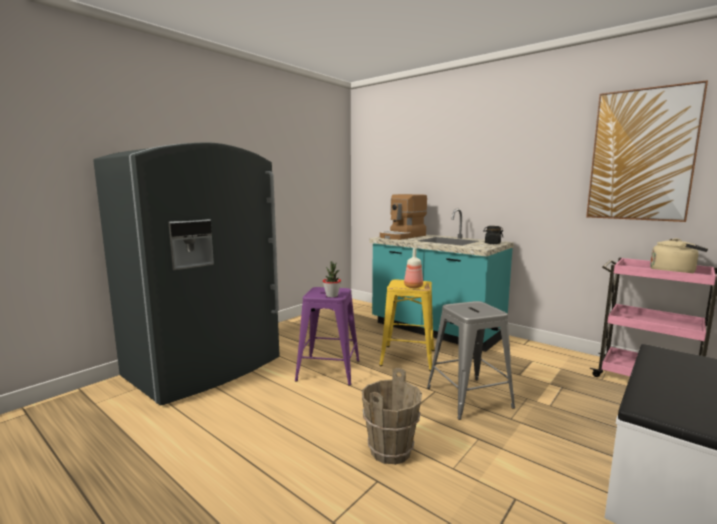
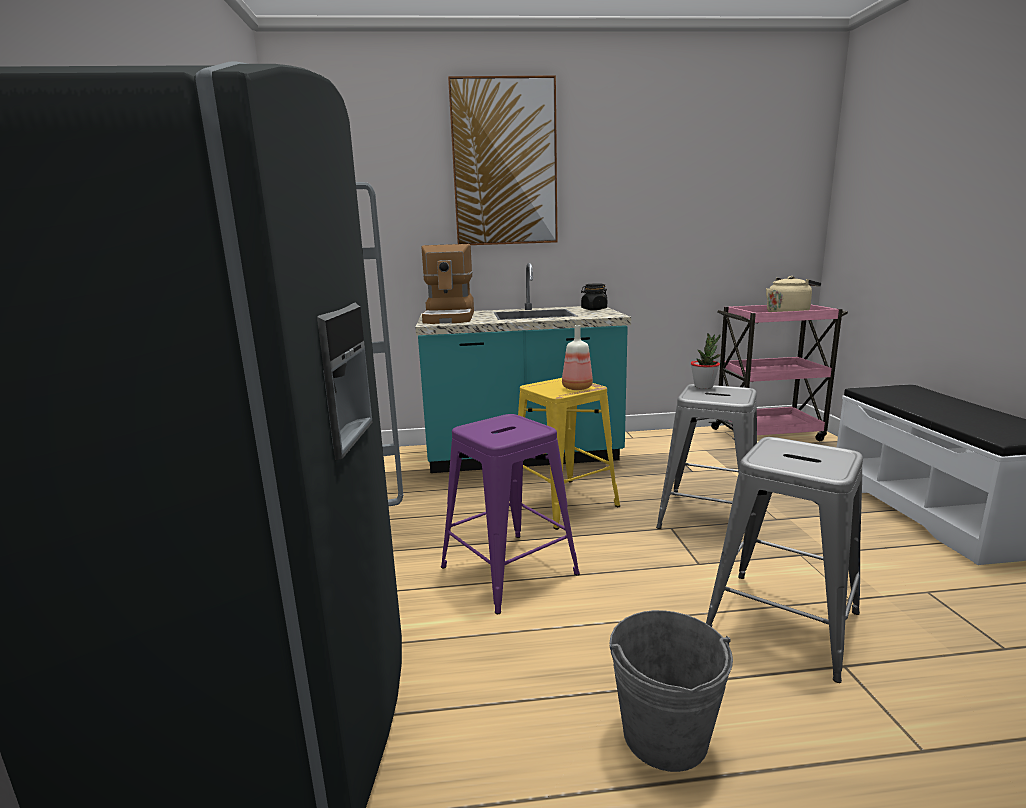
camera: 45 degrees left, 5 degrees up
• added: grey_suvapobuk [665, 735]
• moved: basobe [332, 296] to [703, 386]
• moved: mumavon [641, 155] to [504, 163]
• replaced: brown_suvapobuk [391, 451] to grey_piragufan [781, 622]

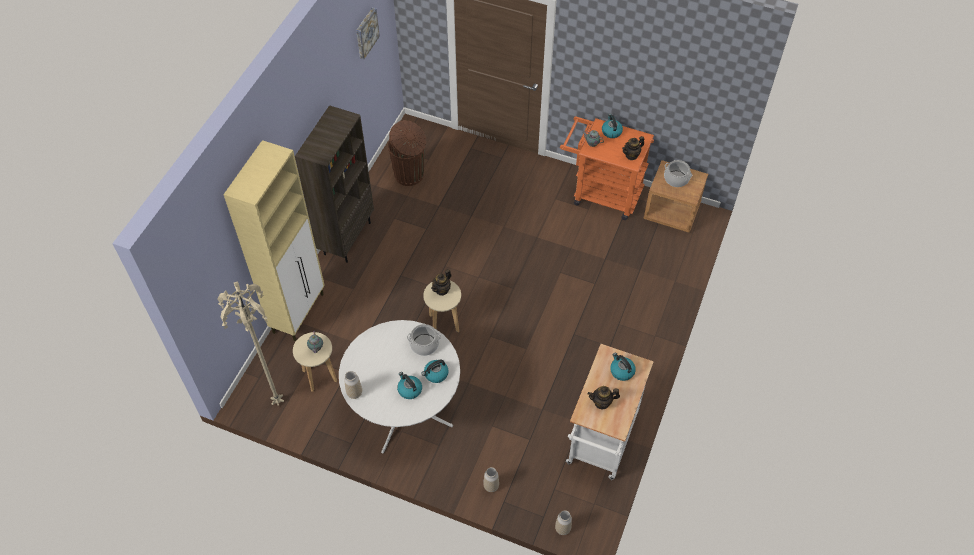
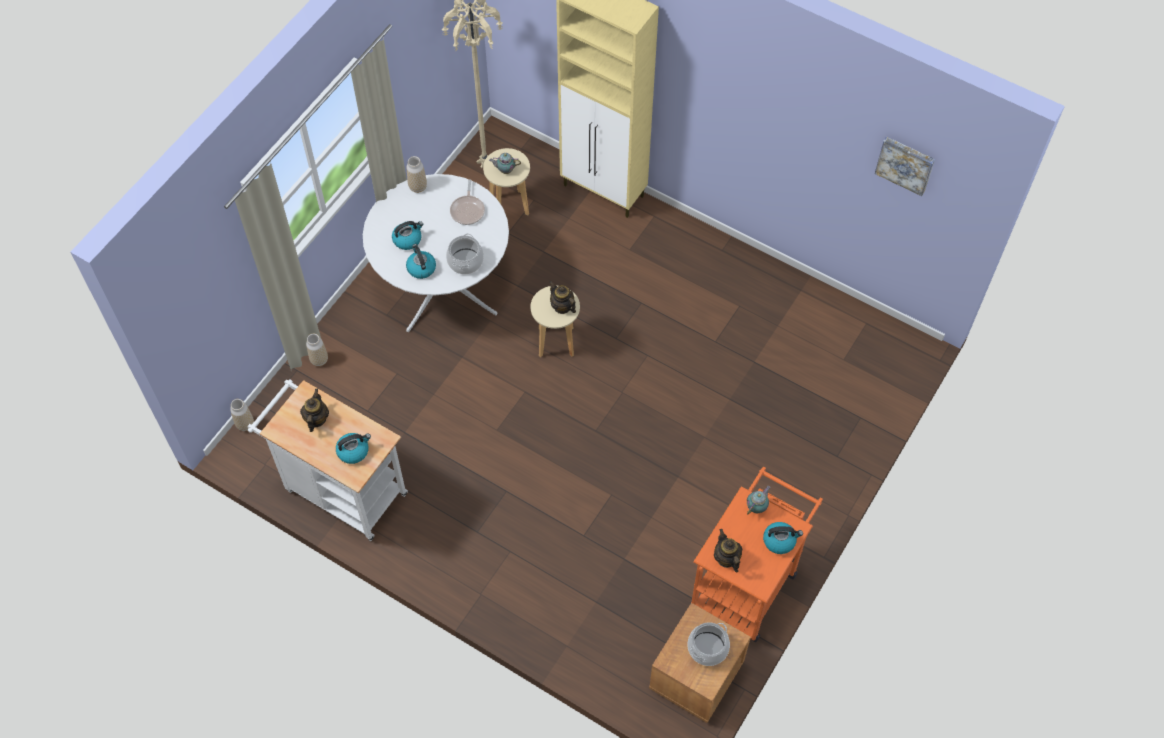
camera: 100 degrees right, 5 degrees up
• removed: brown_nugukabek [347, 238]
• removed: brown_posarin [410, 175]
• added: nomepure [468, 210]

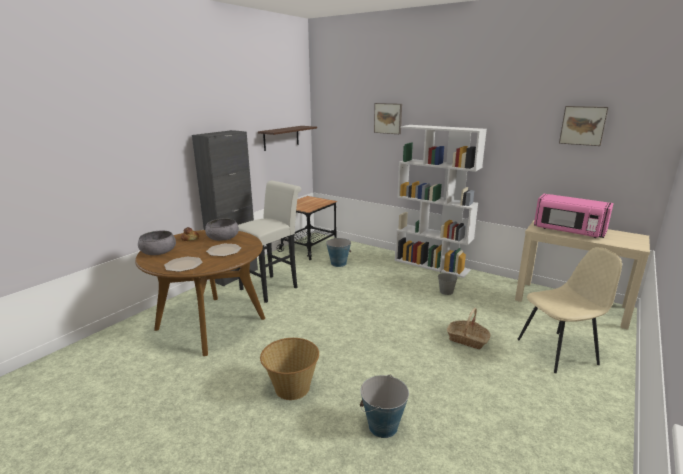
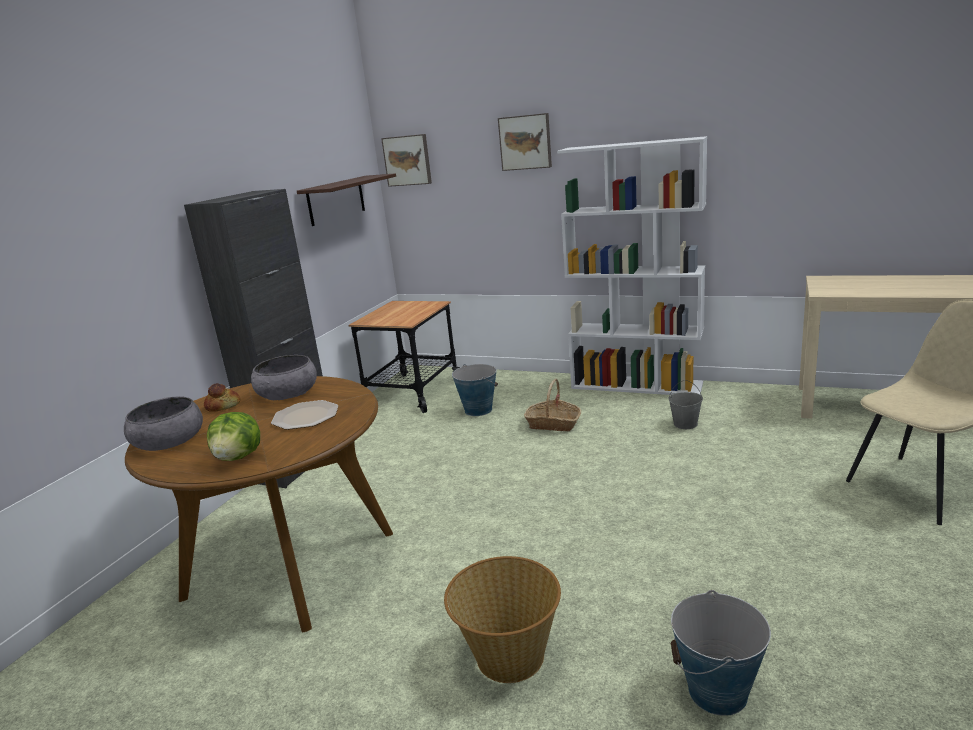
camera: 10 degrees left, 0 degrees up
• removed: white_piragufan [272, 287]
• removed: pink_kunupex [568, 231]
• moved: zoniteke [467, 339] to [553, 424]
• moved: mumavon [583, 125] to [407, 160]
• replaced: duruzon [184, 265] to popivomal [239, 457]

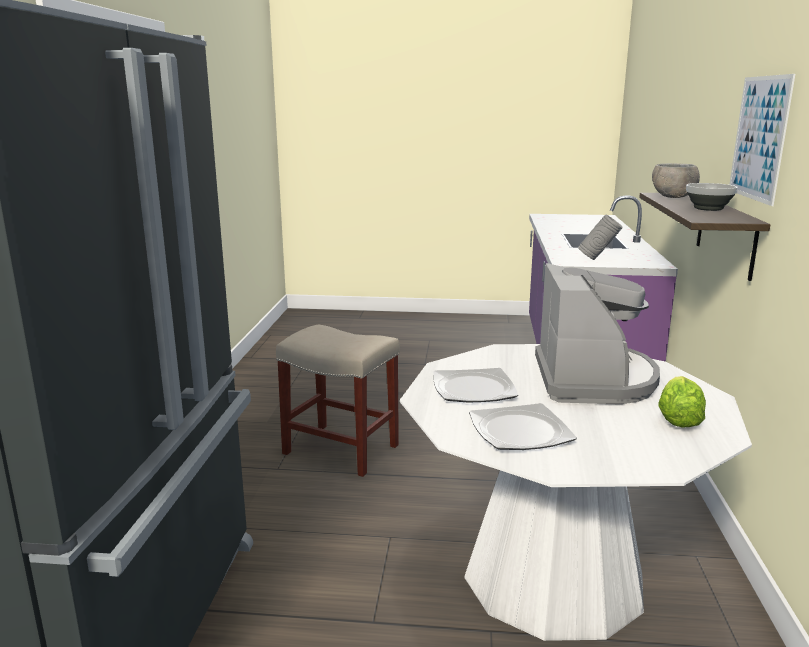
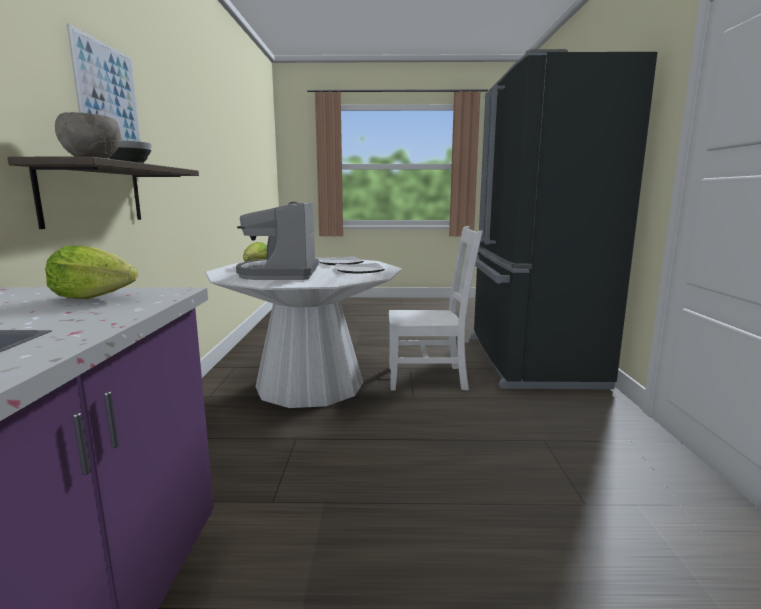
camera: 175 degrees right, 5 degrees down
• removed: beige_piragufan [342, 449]
• added: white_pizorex [430, 378]
• replaced: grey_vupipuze [598, 259] to popivomal [93, 298]

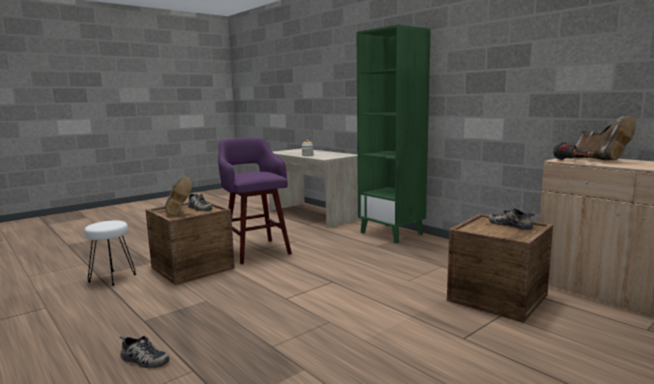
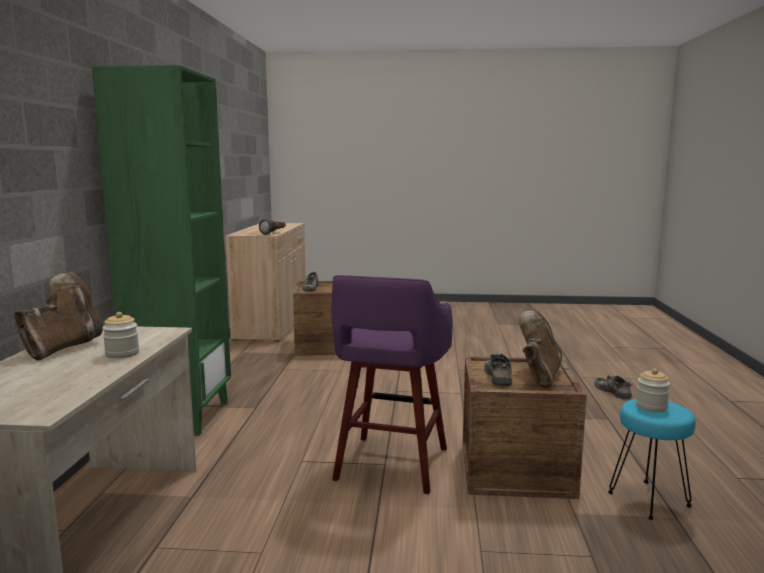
camera: 135 degrees left, 0 degrees up
• added: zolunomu [651, 407]
• moved: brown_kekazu [601, 160] to [63, 348]
• recoloured: white_piragufan [112, 278] to turquoise_piragufan [649, 500]

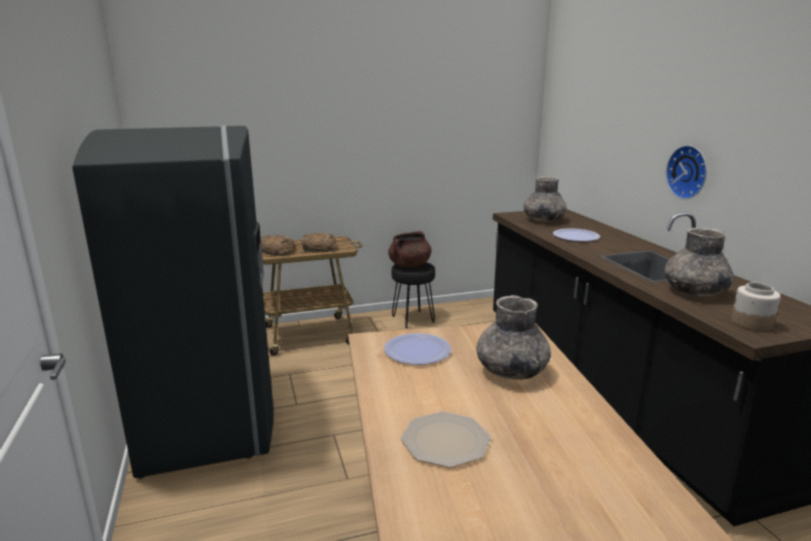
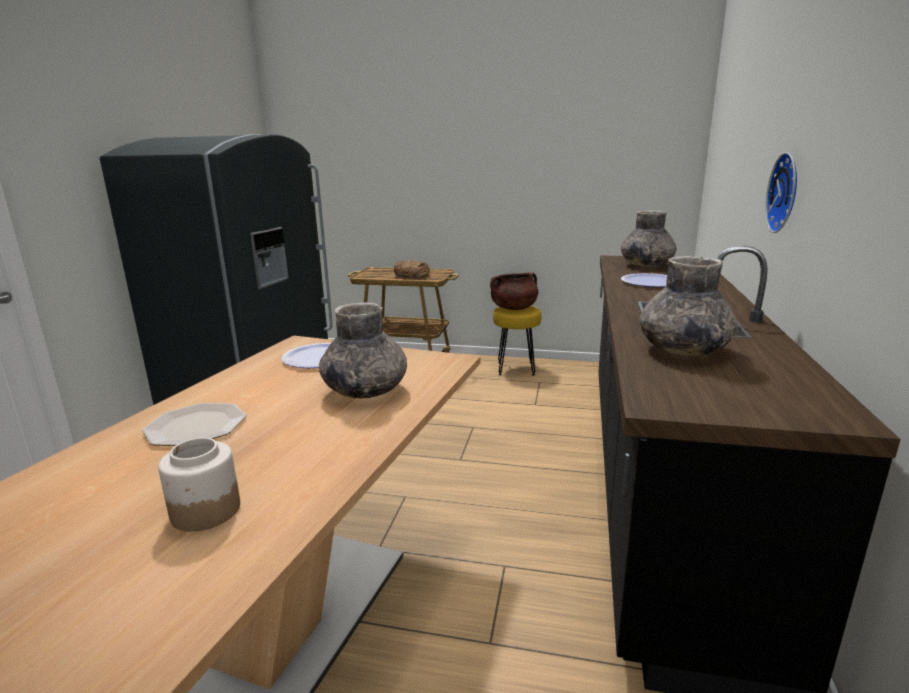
camera: 30 degrees right, 0 degrees up
• removed: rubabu [277, 250]
• moved: zolunomu [751, 324] to [205, 511]
• recoloured: black_piragufan [413, 318] to yellow_piragufan [516, 368]

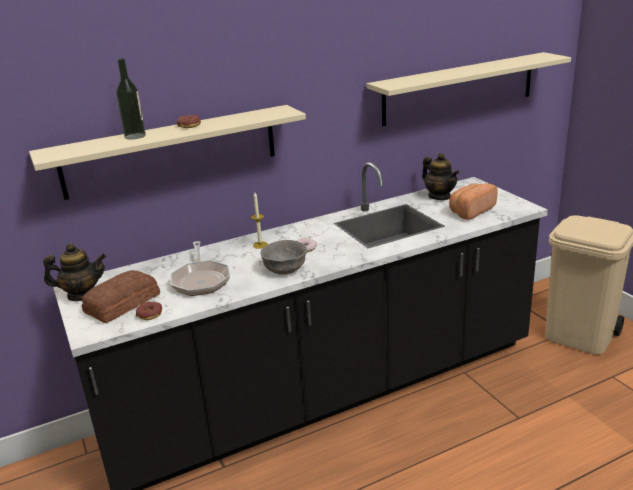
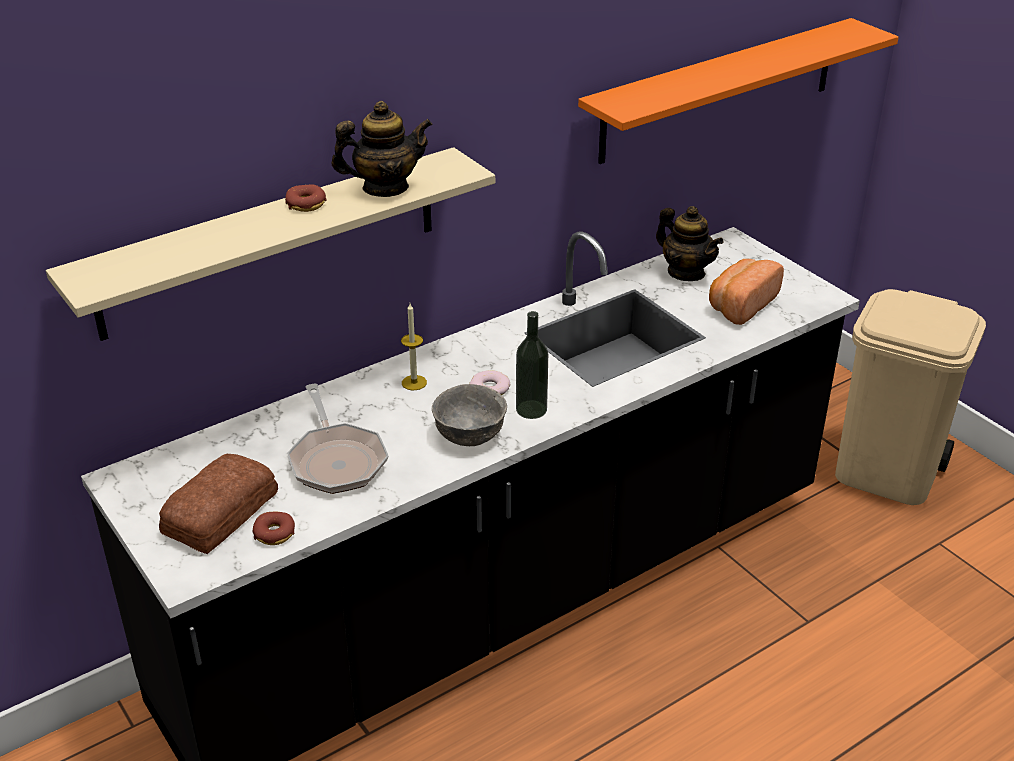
camera: 10 degrees left, 10 degrees up
• moved: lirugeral [82, 295] to [385, 188]
• moved: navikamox [135, 136] to [531, 409]
• recoloured: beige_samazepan [459, 88] to orange_samazepan [720, 90]

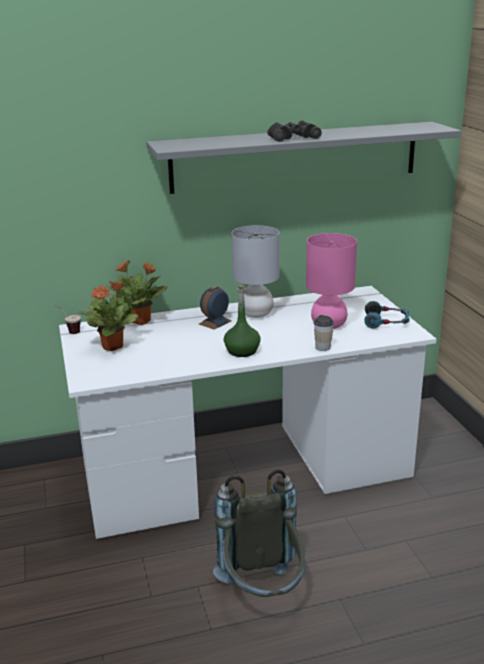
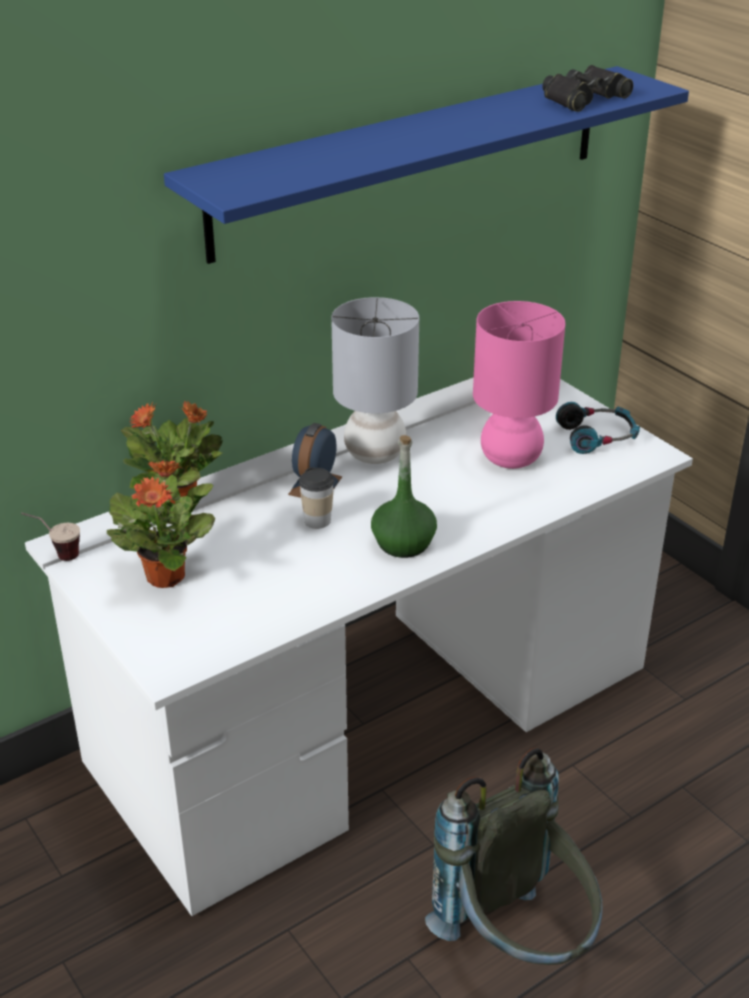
camera: 20 degrees left, 10 degrees up
• moved: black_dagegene [292, 138] to [583, 98]
• moved: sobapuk [323, 347] to [317, 521]
• recoloured: grey_samazepan [296, 157] to blue_samazepan [412, 160]

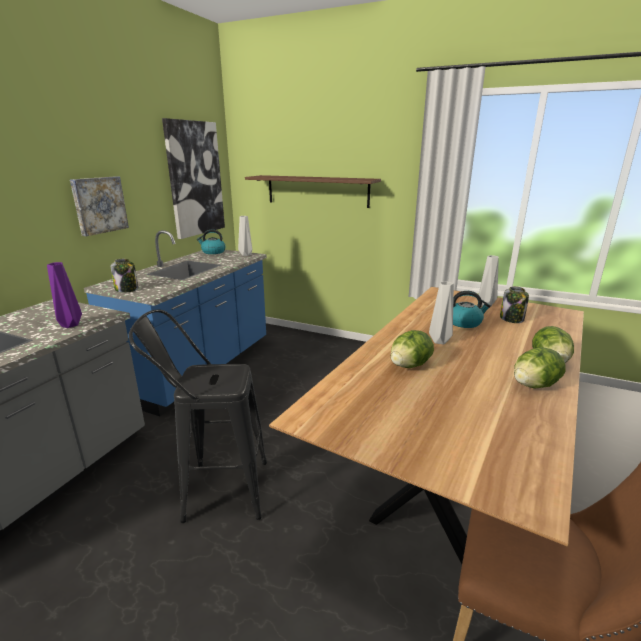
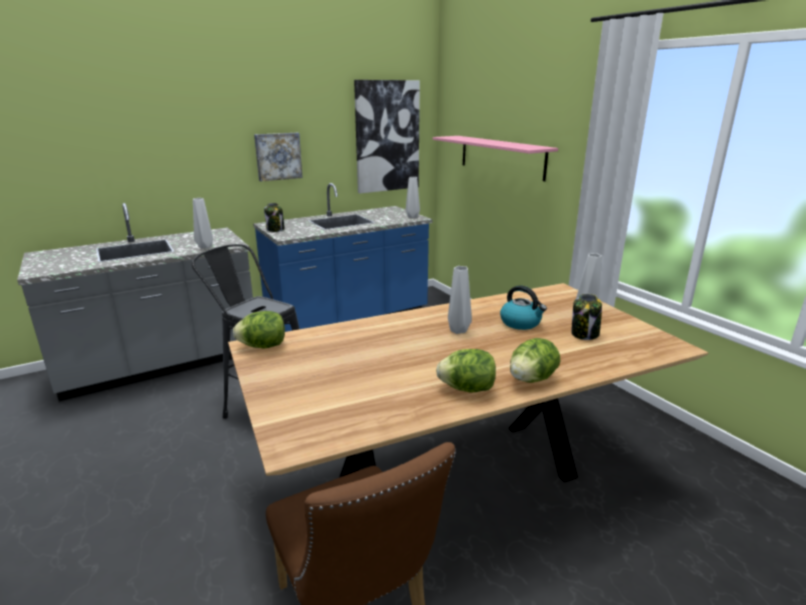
camera: 35 degrees right, 0 degrees up
• removed: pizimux [213, 252]
• moved: popivomal [409, 365] to [263, 346]
• recoloured: purple_vupipuze [70, 324] to grey_vupipuze [205, 246]
• recoloured: brown_samazepan [317, 191] to pink_samazepan [501, 156]

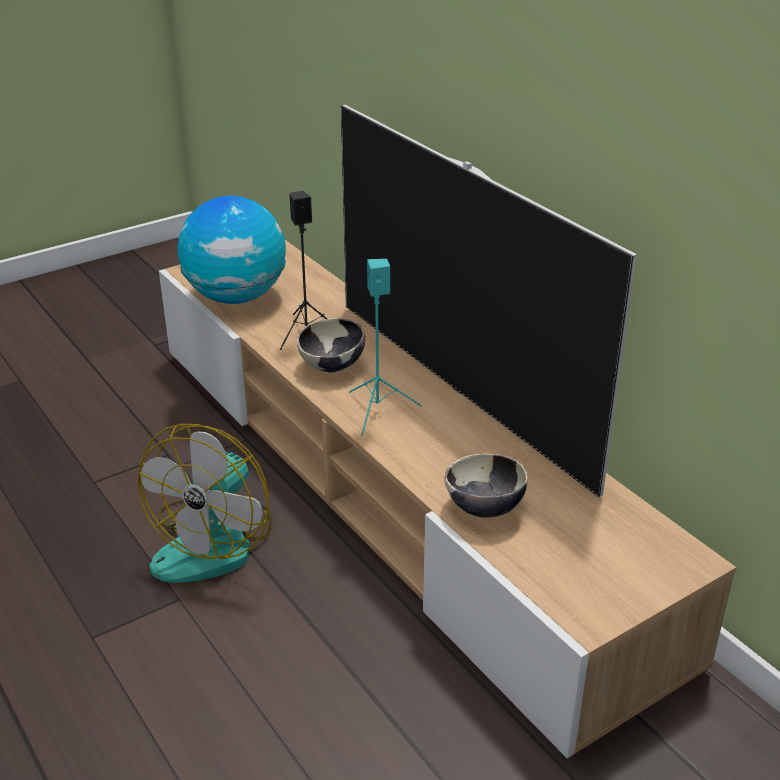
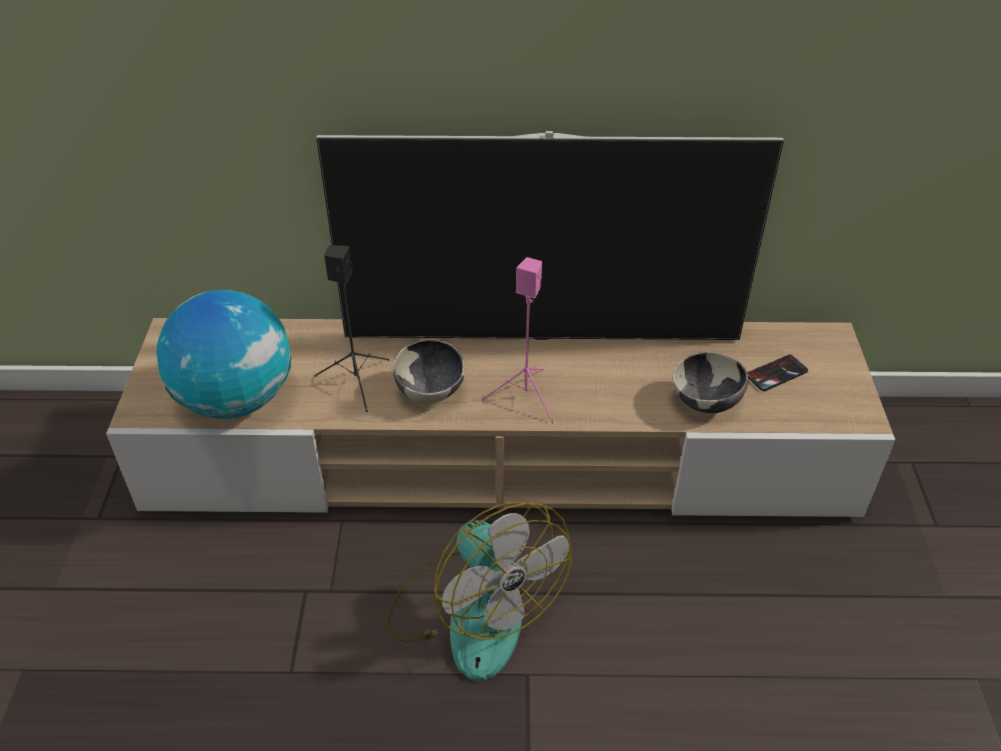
camera: 55 degrees left, 10 degrees up
• added: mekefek [776, 373]
• recoloured: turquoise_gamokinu [377, 411] to pink_gamokinu [527, 397]

